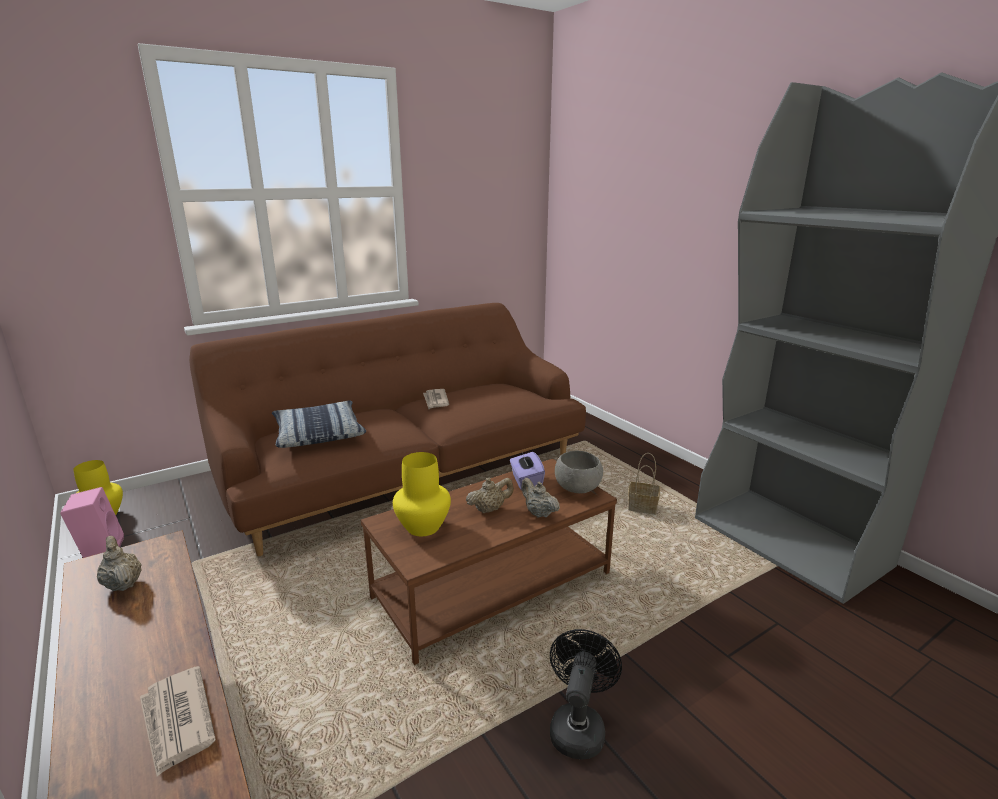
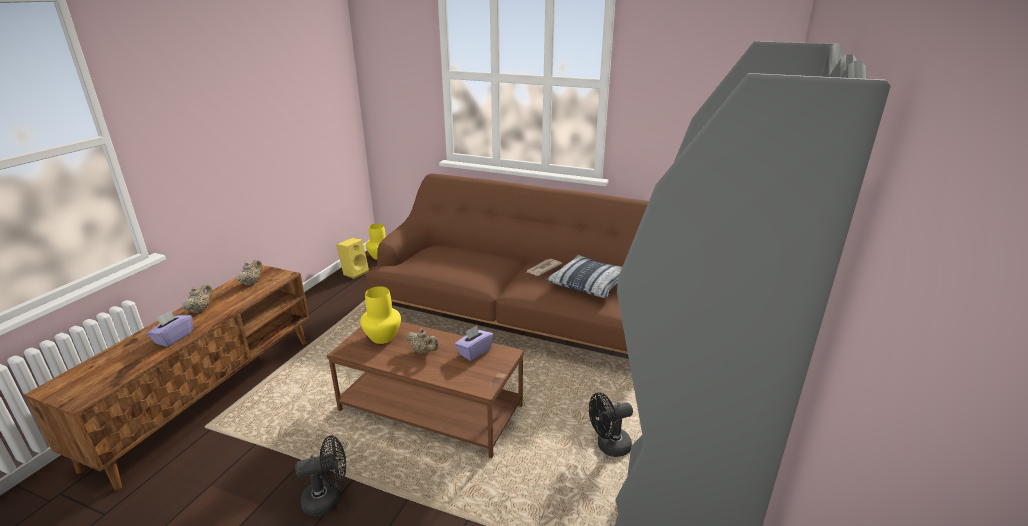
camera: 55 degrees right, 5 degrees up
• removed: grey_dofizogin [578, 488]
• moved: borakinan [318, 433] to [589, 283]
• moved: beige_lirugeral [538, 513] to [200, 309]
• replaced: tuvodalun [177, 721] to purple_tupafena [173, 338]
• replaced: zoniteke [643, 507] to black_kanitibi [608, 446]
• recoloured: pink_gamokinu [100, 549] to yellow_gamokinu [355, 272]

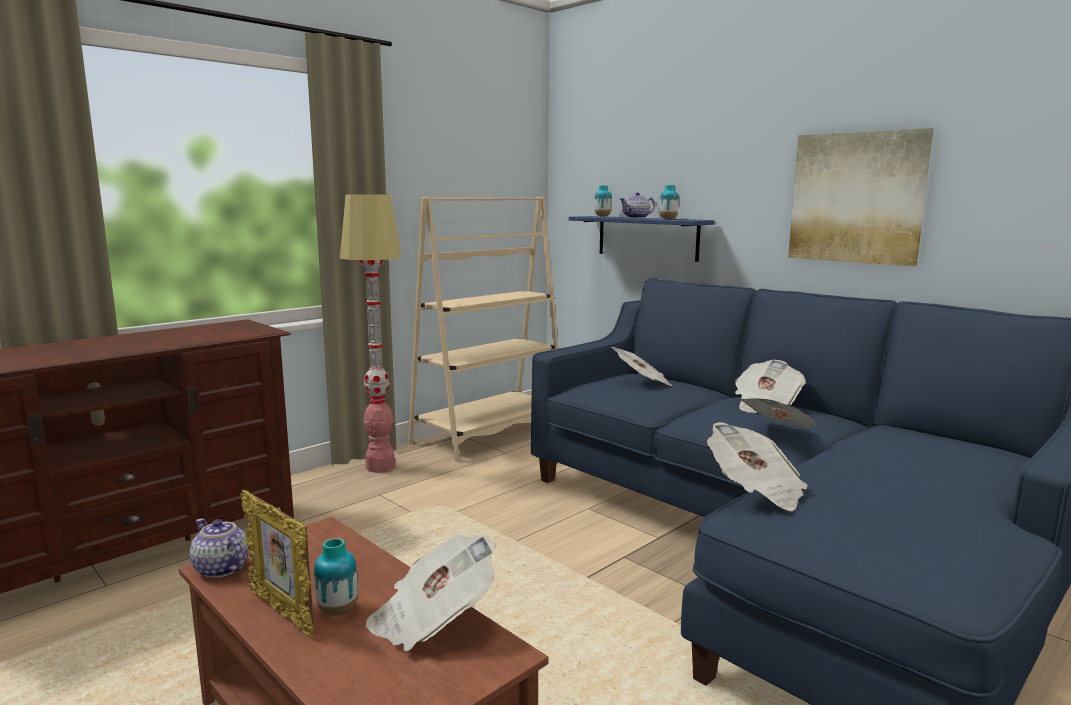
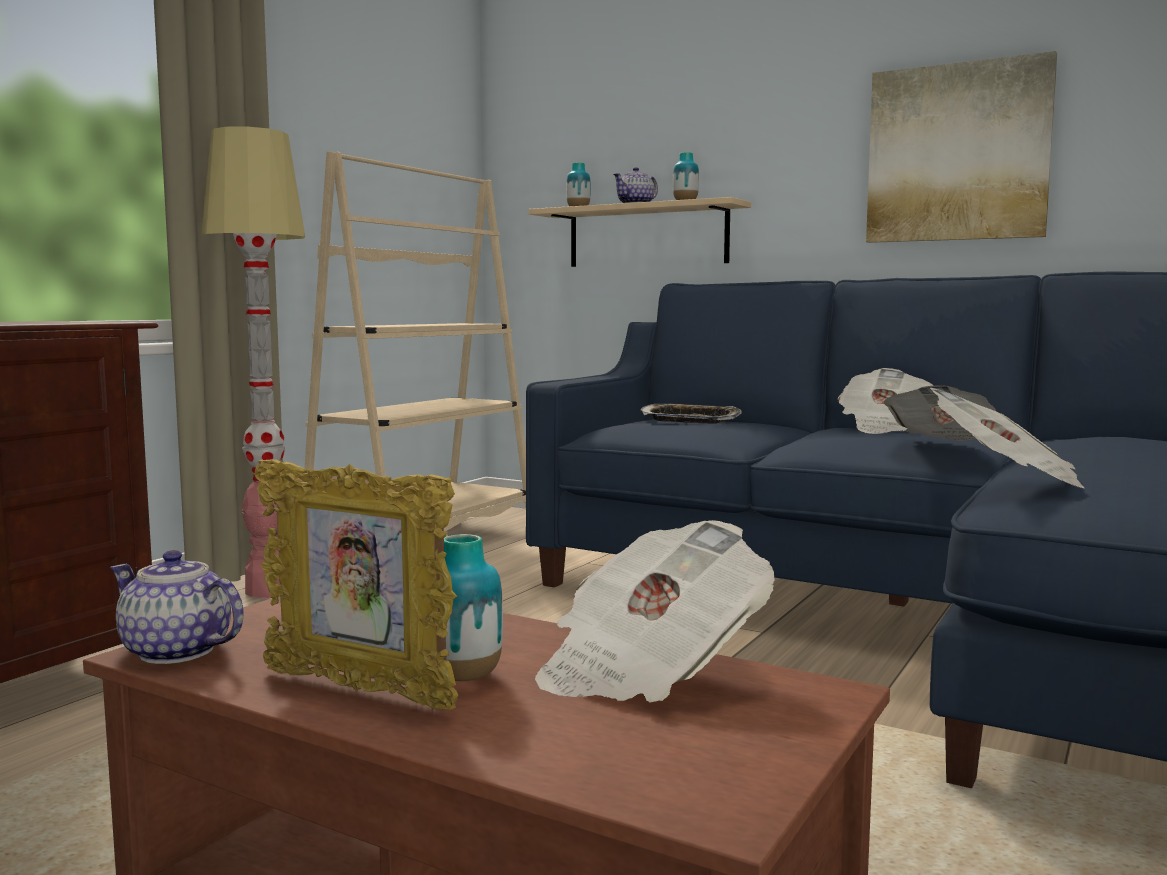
camera: 15 degrees left, 5 degrees down
• replaced: tuvodalun [642, 382] to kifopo [690, 420]
• recoloured: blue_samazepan [647, 237] to beige_samazepan [647, 236]

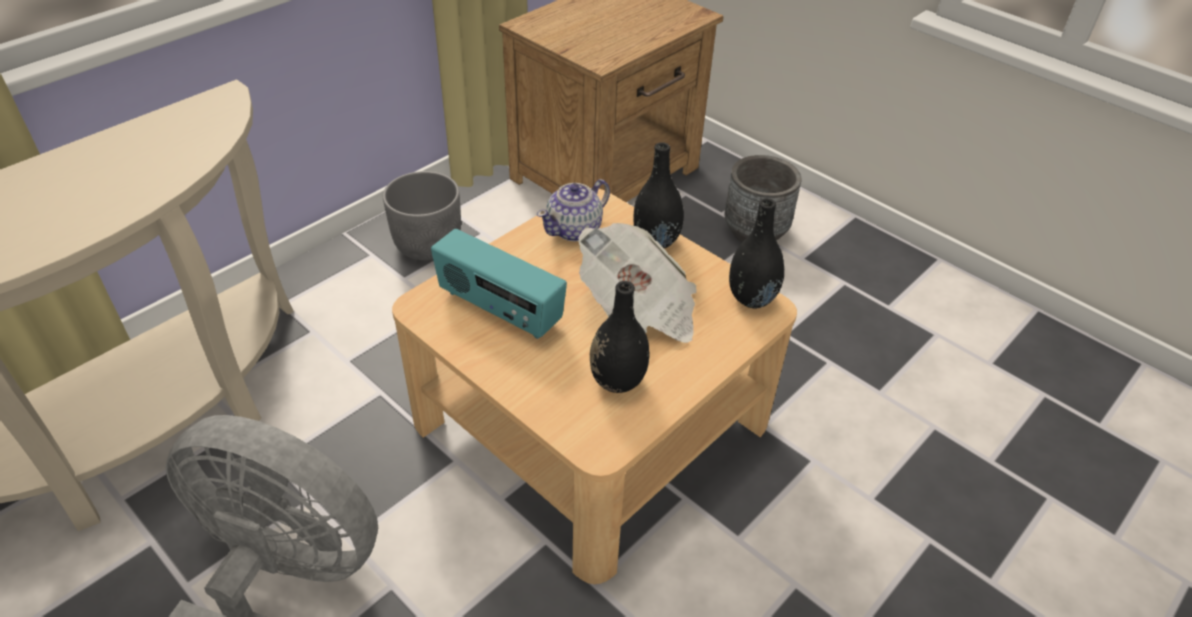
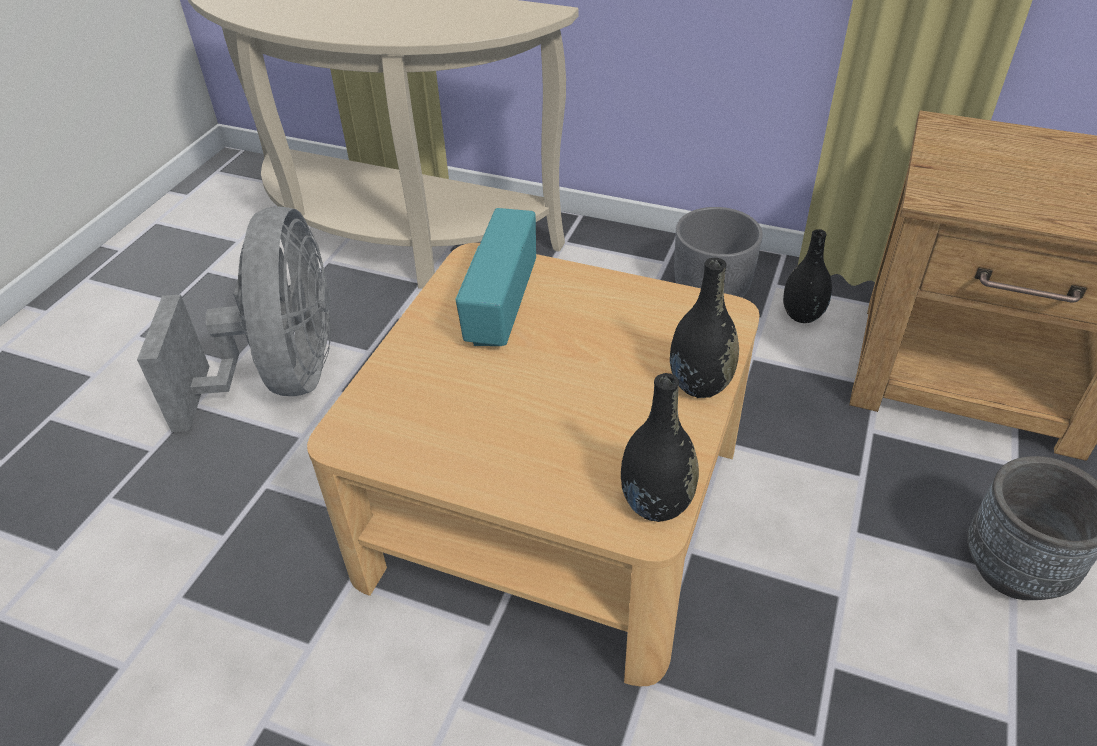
camera: 70 degrees right, 0 degrees up
• removed: lirugeral [575, 229]
• removed: tuvodalun [639, 308]
• moved: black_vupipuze [617, 381] to [802, 315]

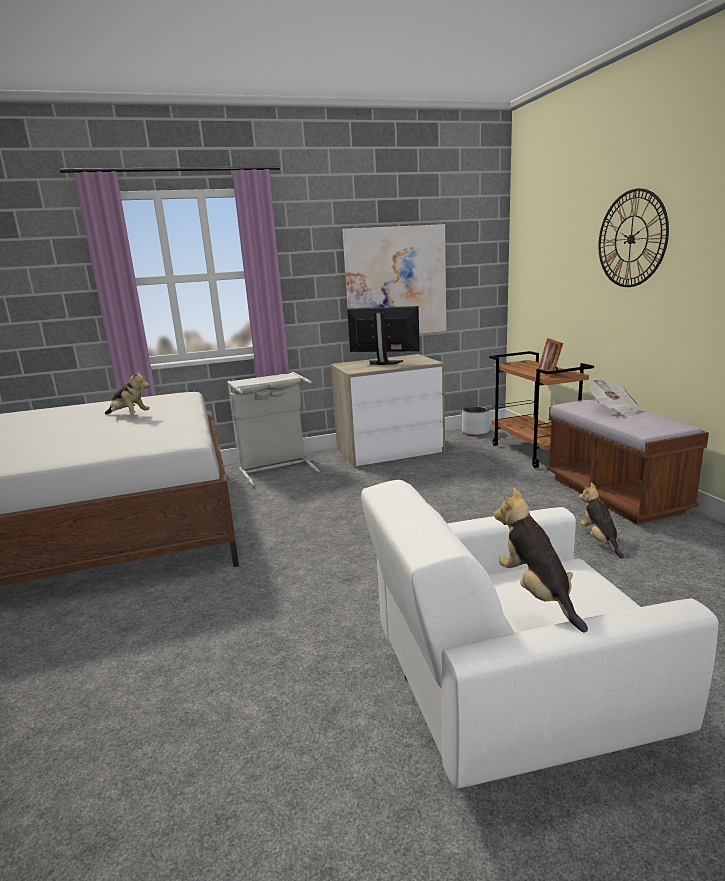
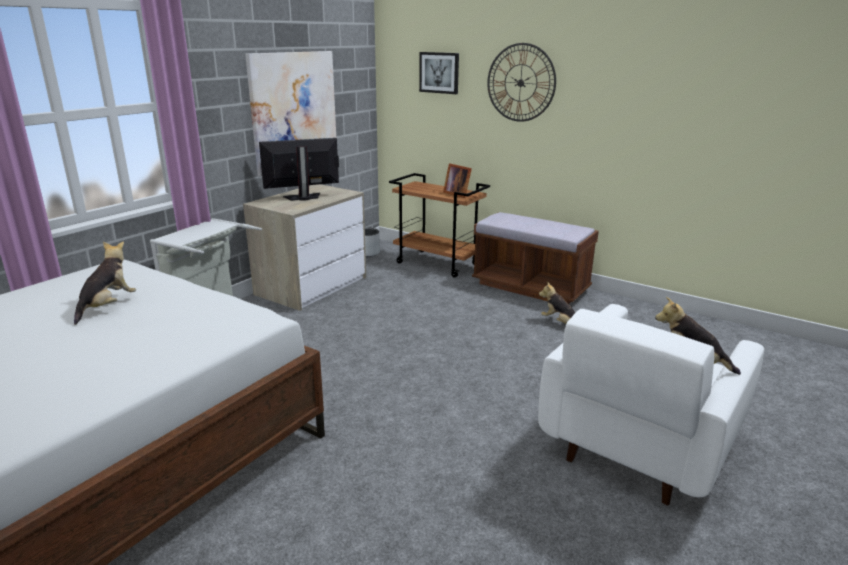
camera: 40 degrees left, 5 degrees up
• removed: tuvodalun [614, 410]
• added: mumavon [439, 72]
• turned: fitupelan [129, 416] = [108, 306] 60 degrees counterclockwise

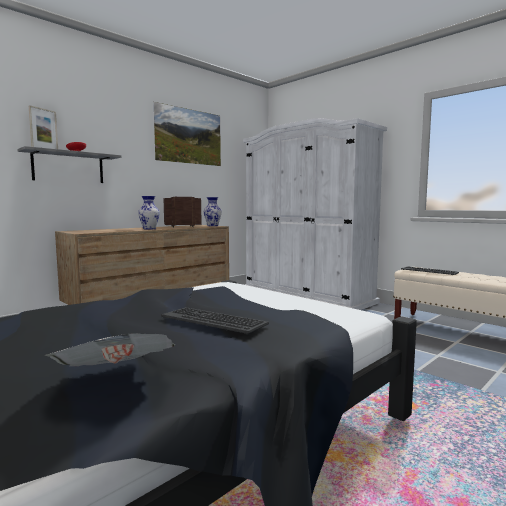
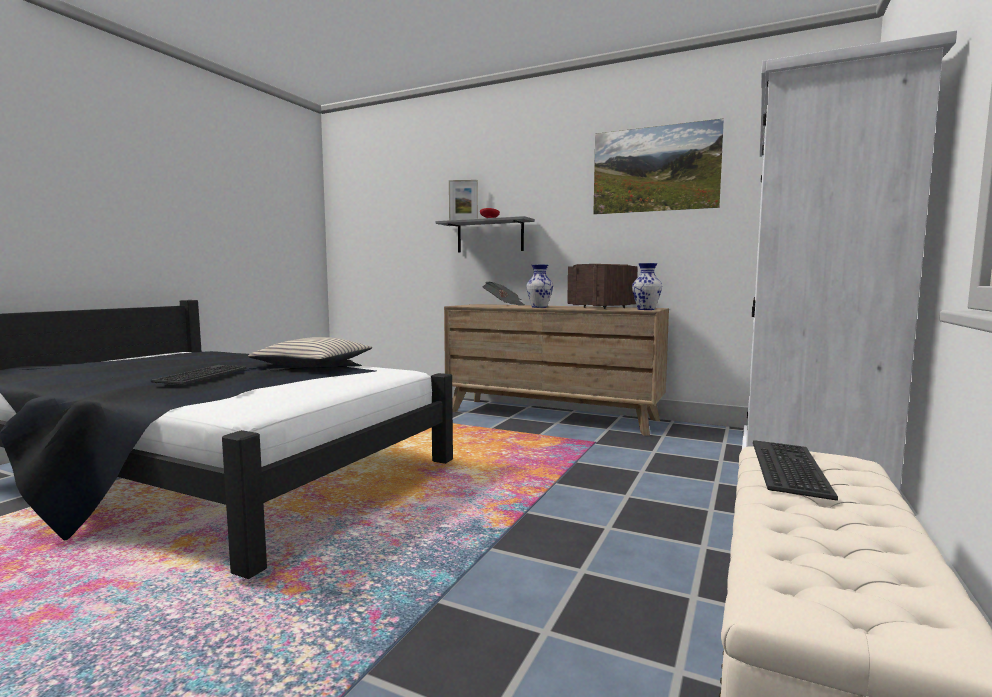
camera: 70 degrees right, 0 degrees up
• added: beige_borakinan [313, 364]
• moved: tuvodalun [116, 383] to [504, 306]

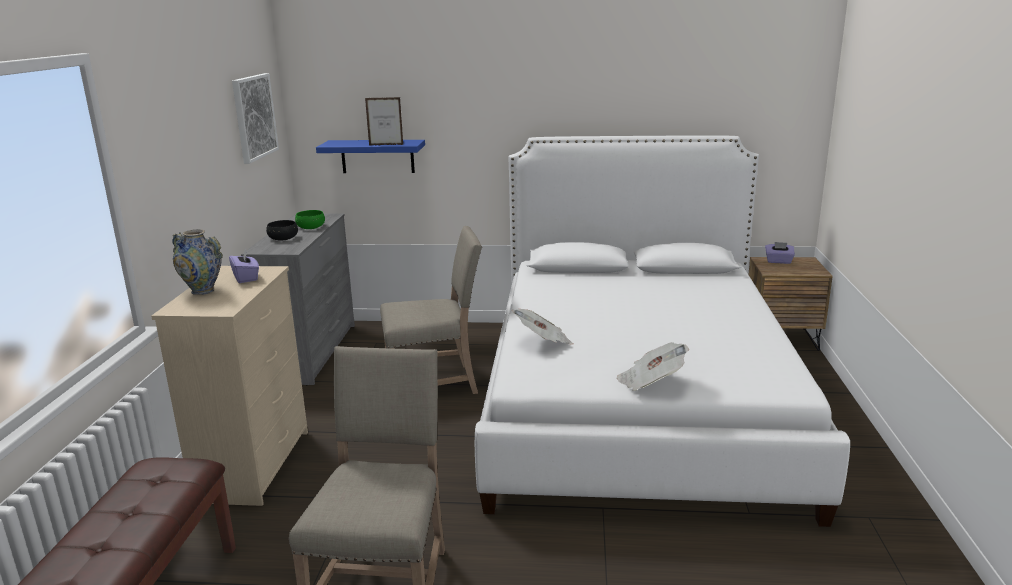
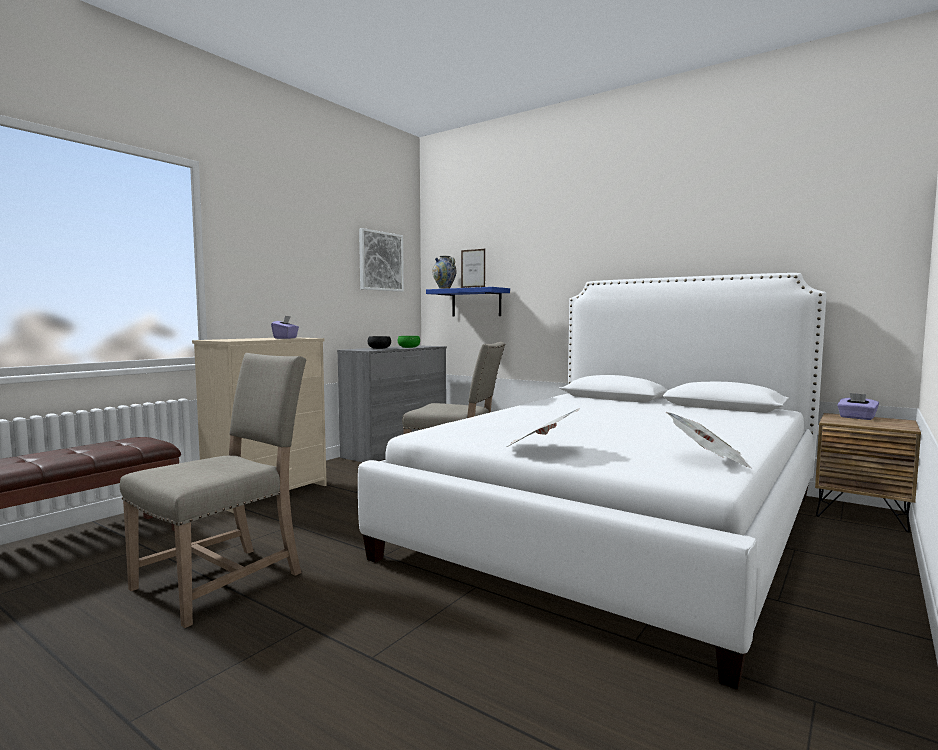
camera: 30 degrees right, 15 degrees down
• moved: vupipuze [203, 291] to [444, 289]
• moved: tuvodalun [543, 341] to [708, 461]

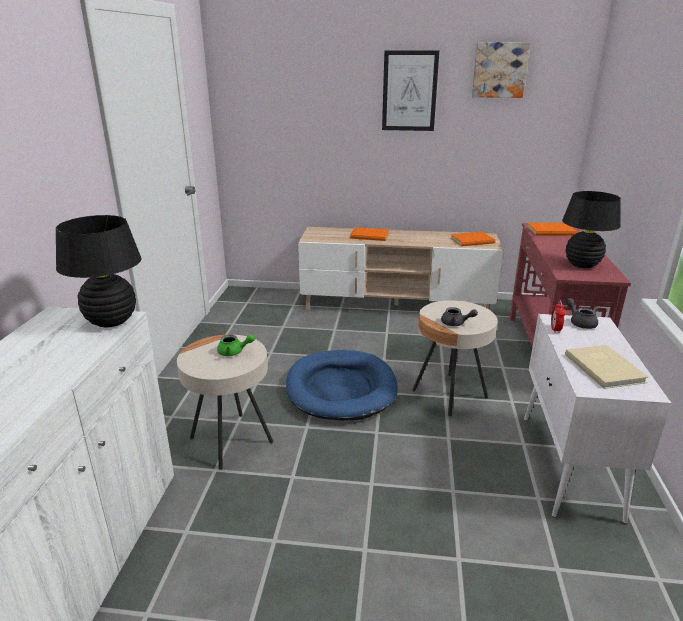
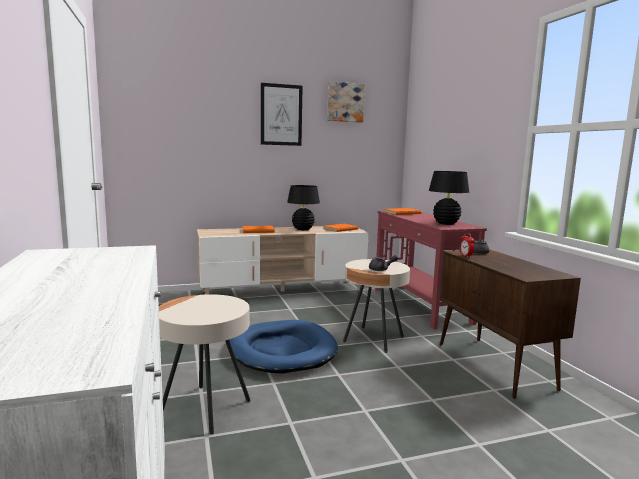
camera: 25 degrees left, 15 degrees down
• removed: green_lirugeral [234, 352]
• removed: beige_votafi [605, 367]
• moved: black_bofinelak [112, 321] to [303, 229]
• recoloured: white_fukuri [569, 466] to brown_fukuri [494, 366]

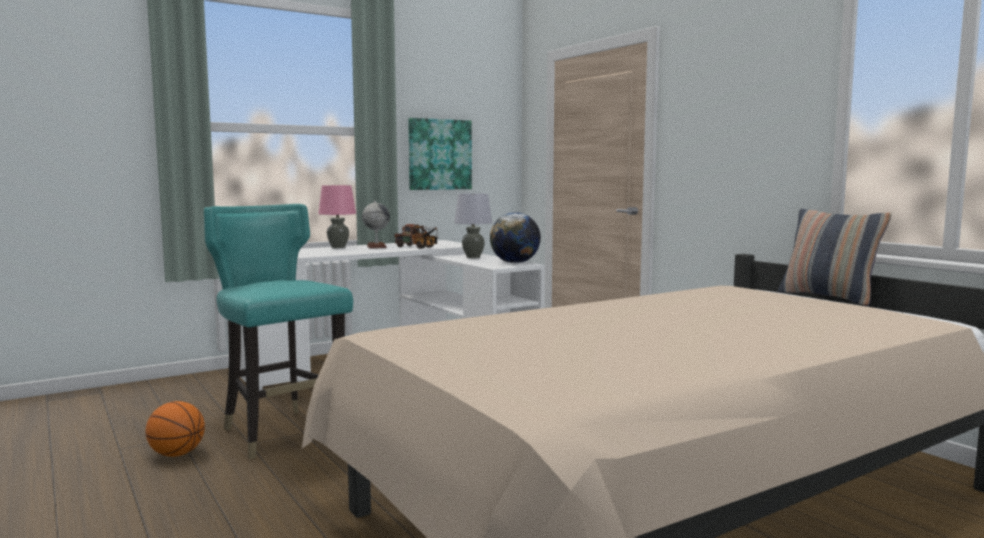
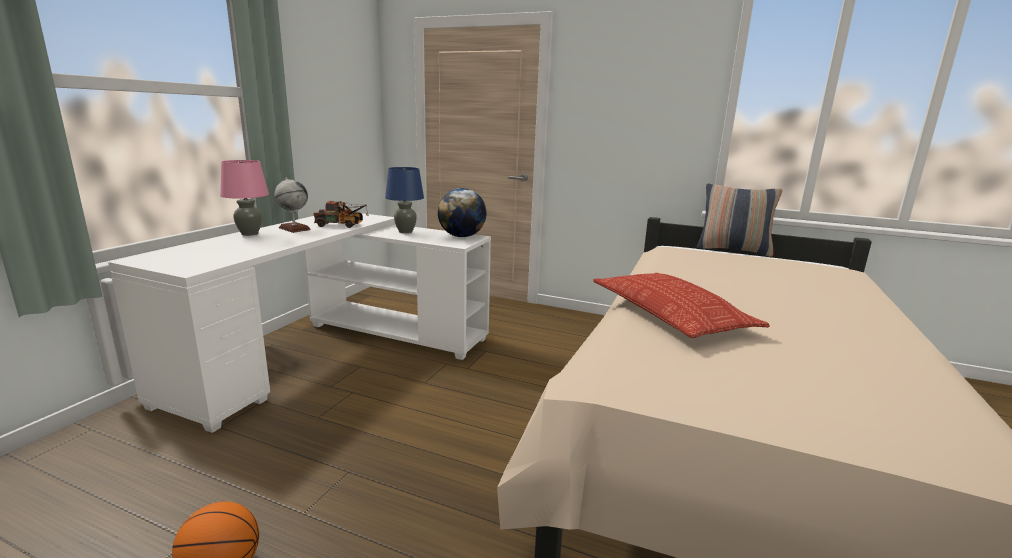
camera: 35 degrees left, 10 degrees up
• removed: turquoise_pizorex [283, 433]
• removed: mumavon [439, 154]
• added: borakinan [669, 313]
• recoloured: grey_bofinelak [473, 257] to blue_bofinelak [405, 231]

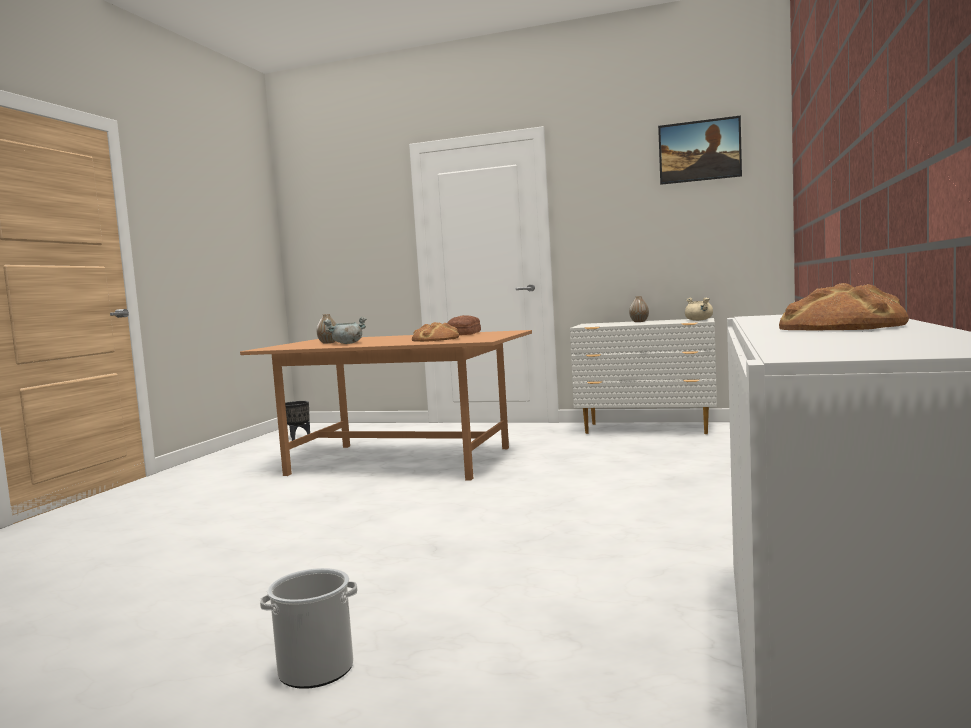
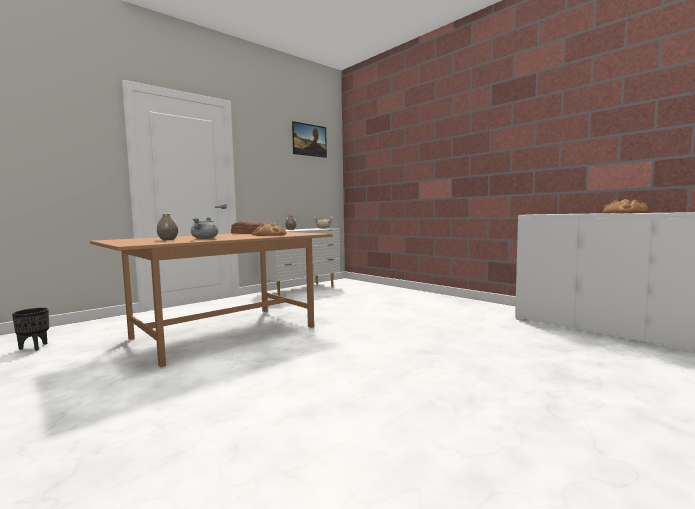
camera: 60 degrees left, 0 degrees up
• removed: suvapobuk [316, 669]

